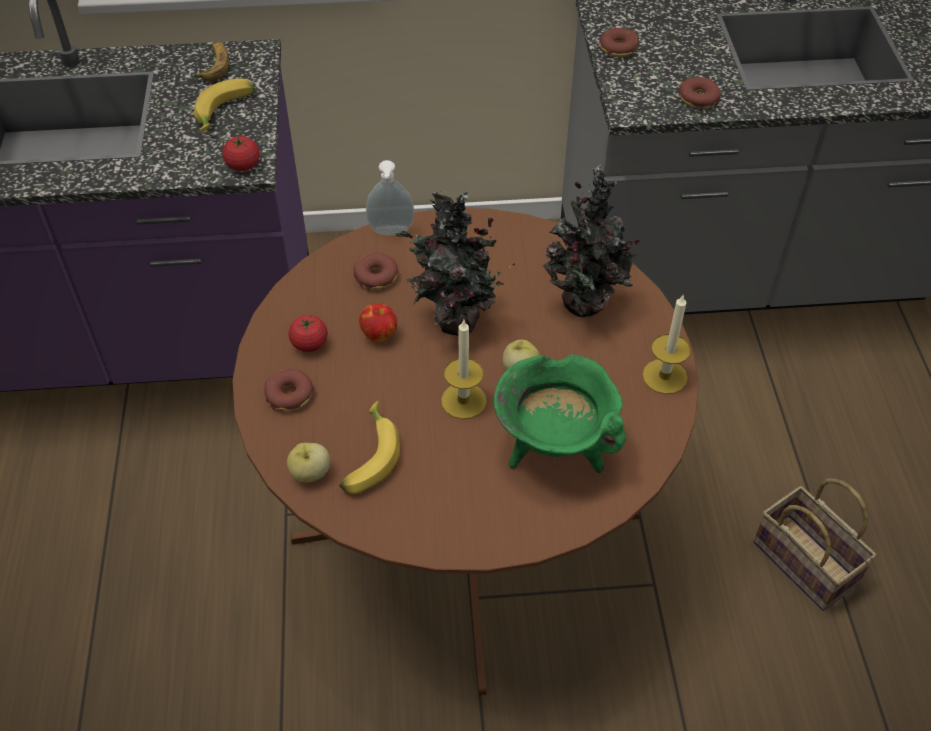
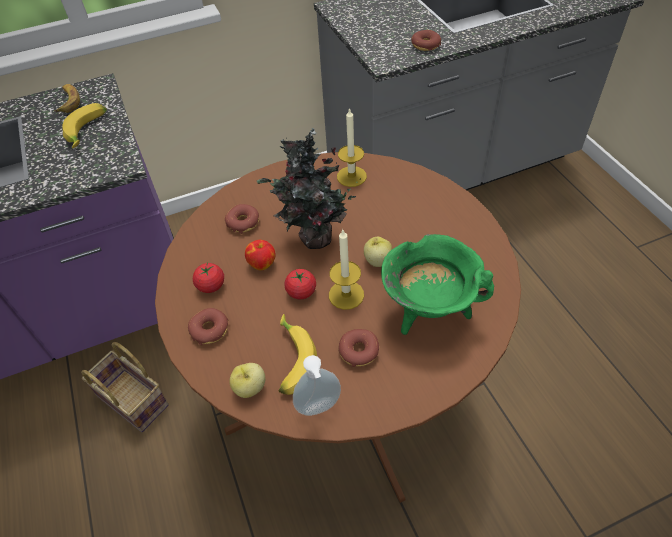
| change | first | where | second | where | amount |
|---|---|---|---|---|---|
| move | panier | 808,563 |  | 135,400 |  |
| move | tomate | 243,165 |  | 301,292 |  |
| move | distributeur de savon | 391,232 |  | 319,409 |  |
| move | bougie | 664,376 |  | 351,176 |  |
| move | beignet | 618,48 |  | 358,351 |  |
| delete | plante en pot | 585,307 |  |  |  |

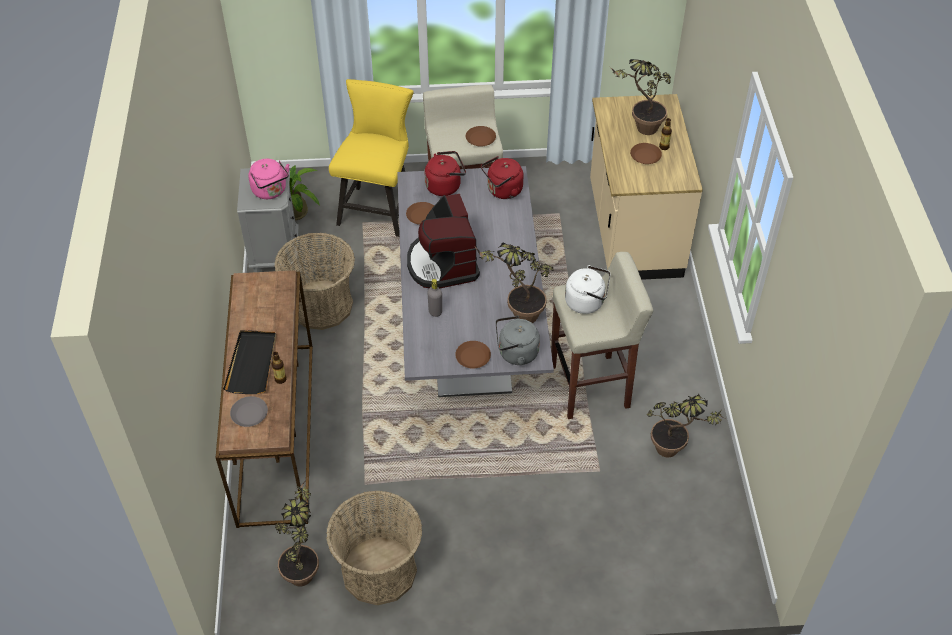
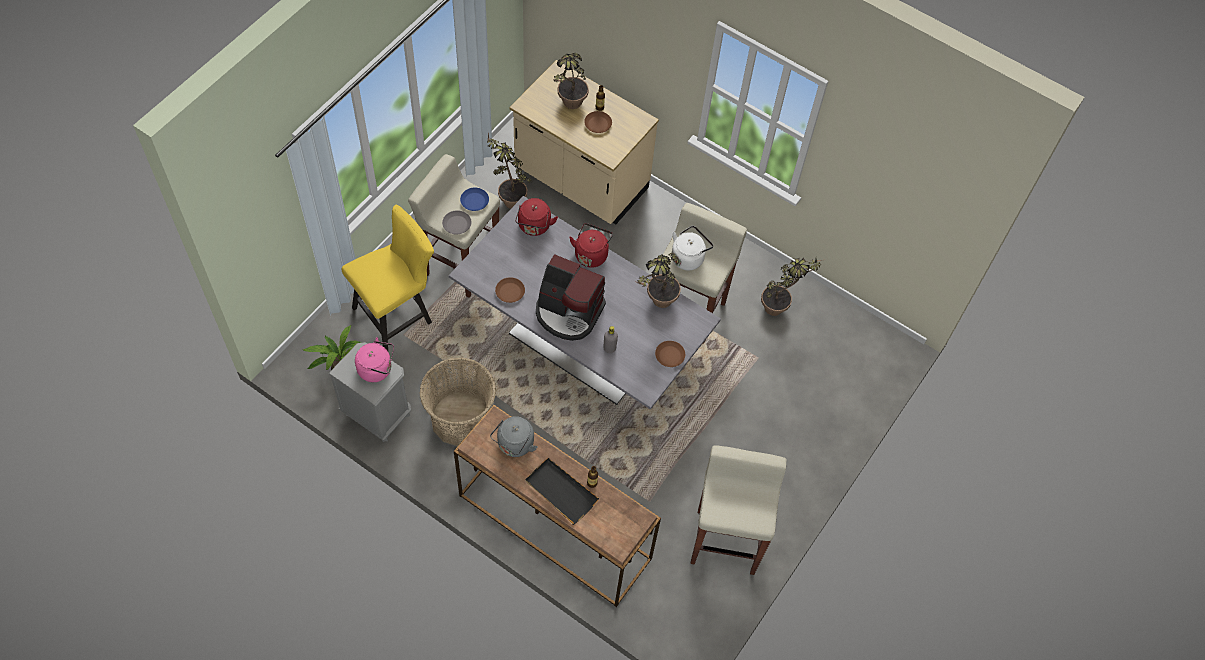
| change | first | where | second | where | amount |
|---|---|---|---|---|---|
| rotate | chaise/jaune | 378,207 |  | 397,313 | 90 degrees clockwise |
| move | assiette/gris | 250,414 |  | 457,224 |  |
| recolor | assiette/marron | 480,139 | assiette/bleu | 474,201 |  |
| move | plante en pot | 304,567 |  | 509,197 |  |
| move | bouilloire/gris | 515,353 |  | 514,445 |  |
| move | bouilloire/rouge | 445,185 |  | 591,254 |  |
| replace | panier | 379,570 | tabouret/beige | 726,540 |  |

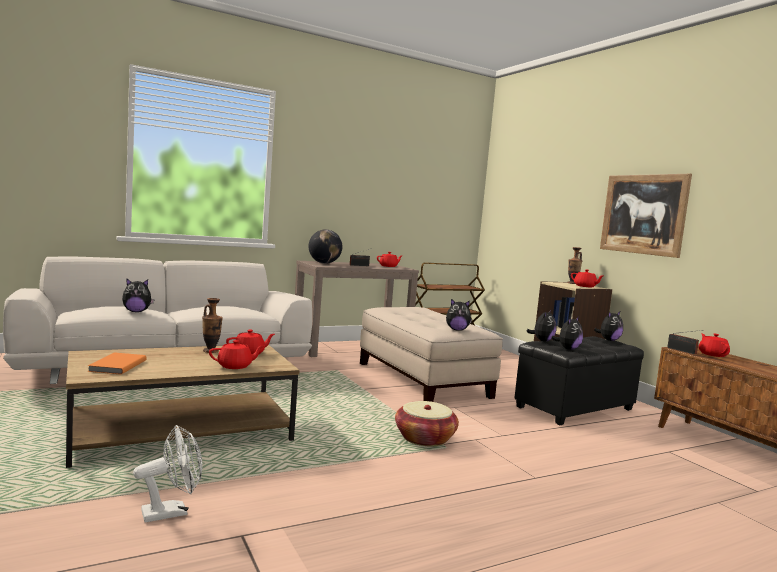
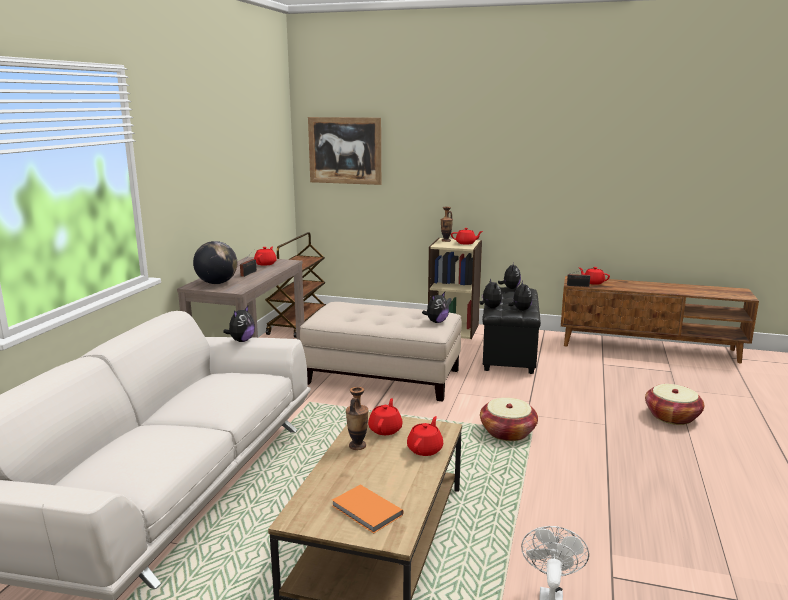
| change | first | where | second | where | amount |
|---|---|---|---|---|---|
| move | peluche | 136,312 |  | 241,340 |  |
| move | tableau | 643,214 |  | 345,150 |  |
| insert |  |  | panier | 672,416 |  |

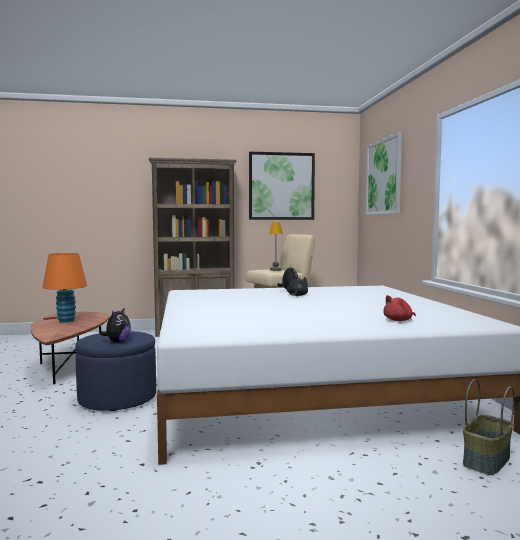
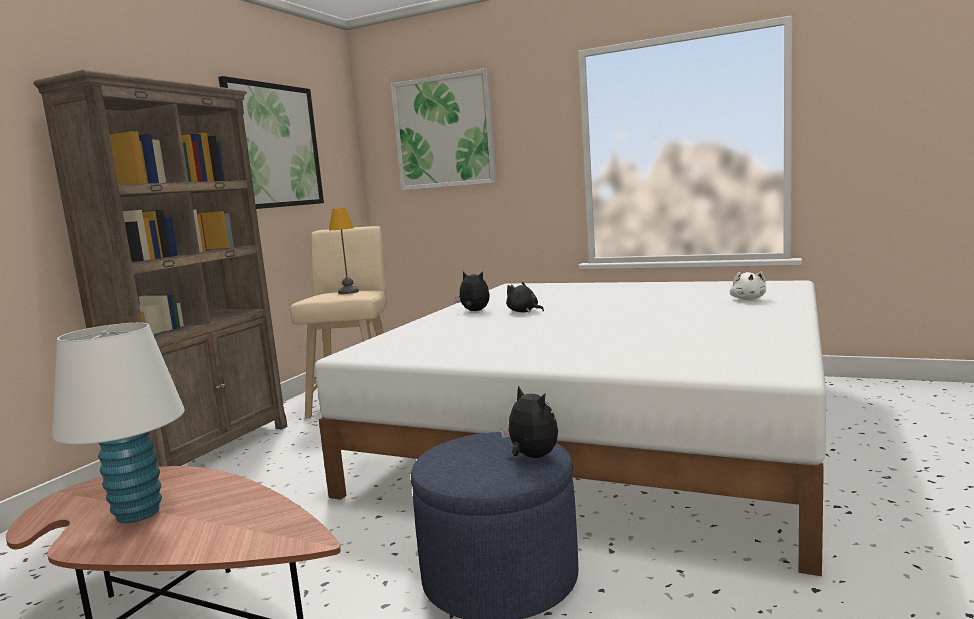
| change | first | where | second | where | amount |
|---|---|---|---|---|---|
| recolor | lampe de table/orange | 66,321 | lampe de table/blanc | 138,513 |  |
| recolor | peluche/rouge | 399,320 | peluche/blanc | 748,299 |  |
| delete | panier | 487,461 |  |  |  |

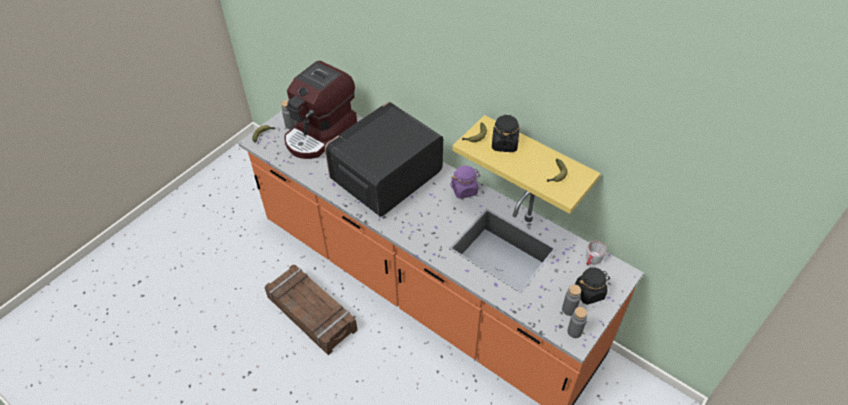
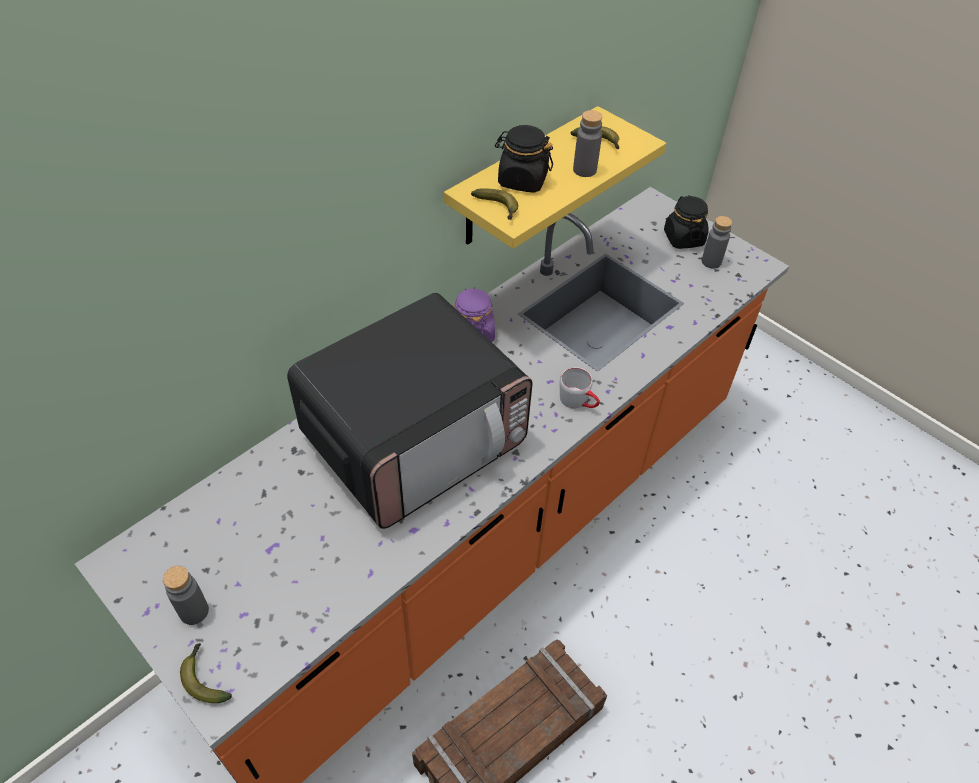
| change | first | where | second | where | amount |
|---|---|---|---|---|---|
| rotate | micro-ondes | 386,177 |  | 415,439 | 90 degrees counterclockwise |
| move | mug/gris | 592,261 |  | 579,402 |  |
| move | bouteille/gris | 574,331 |  | 584,170 |  |
| delete | machine à café | 321,134 |  |  |  |

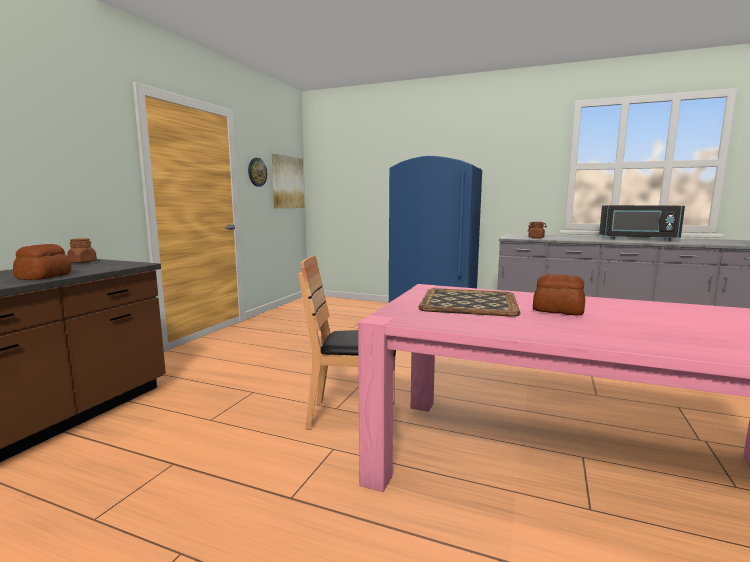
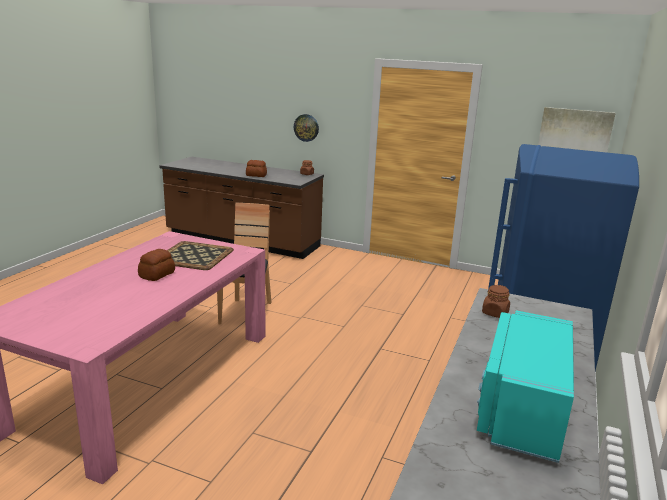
| change | first | where | second | where | amount |
|---|---|---|---|---|---|
| move | horloge murale | 257,172 |  | 306,127 |  |
| recolor | micro-ondes/noir | 638,239 | micro-ondes/turquoise | 520,409 |  |

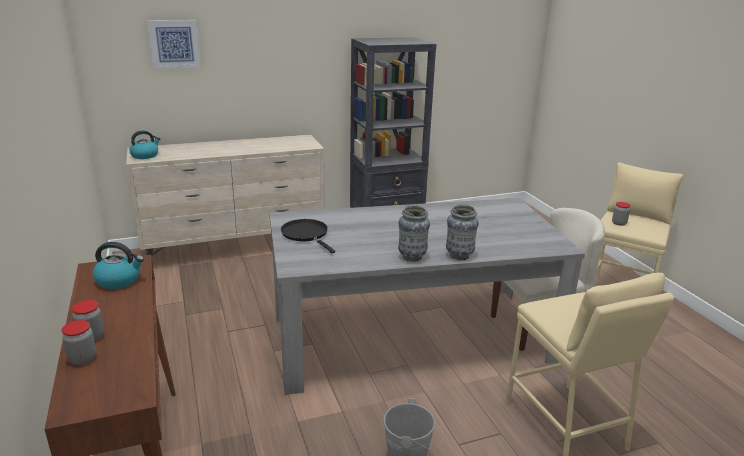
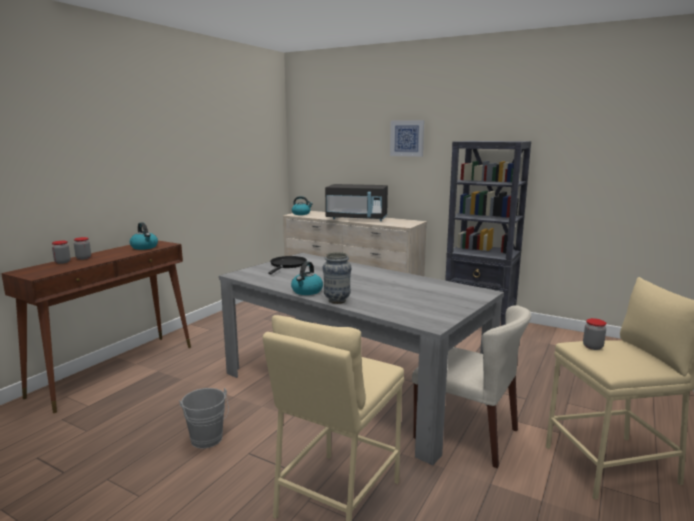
| change | first | where | second | where | amount |
|---|---|---|---|---|---|
| replace | vase | 412,257 | bouilloire | 307,291 |  |
| insert |  |  | micro-ondes/noir | 357,219 |  |
| move | tableau | 174,44 |  | 407,138 |  |

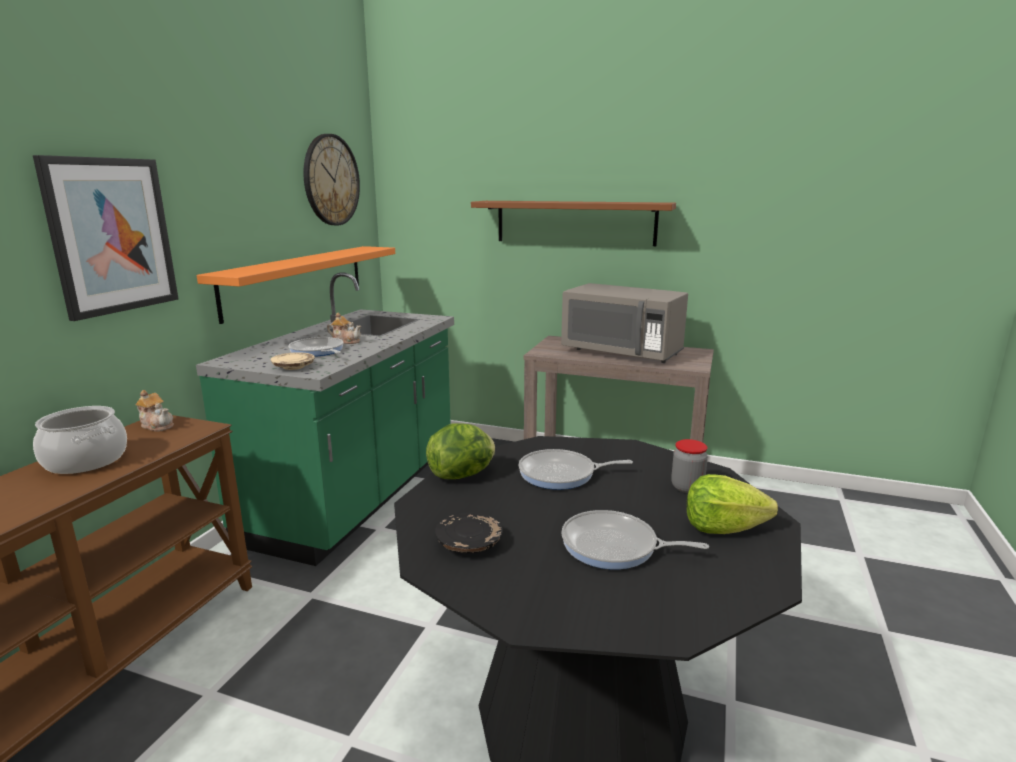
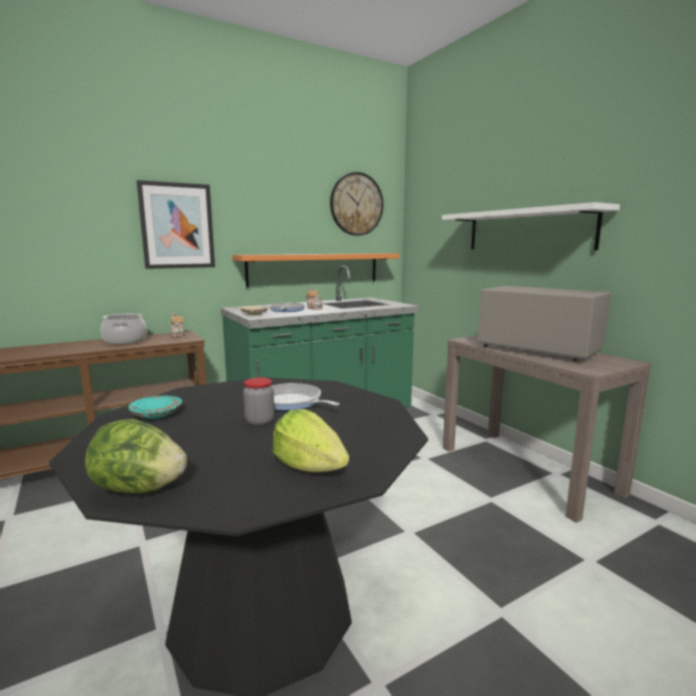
| change | first | where | second | where | amount |
|---|---|---|---|---|---|
| move | laitue | 462,475 |  | 139,489 |  |
| recolor | assiette/noir | 469,543 | assiette/turquoise | 157,414 |  |
| move | bocal | 687,487 |  | 259,421 |  |
| recolor | étagère/marron | 575,222 | étagère/blanc | 528,230 |  |
| rotate | micro-ondes/gris | 621,352 |  | 537,350 | 150 degrees clockwise |
| delete | poêle | 614,547 |  |  |  |

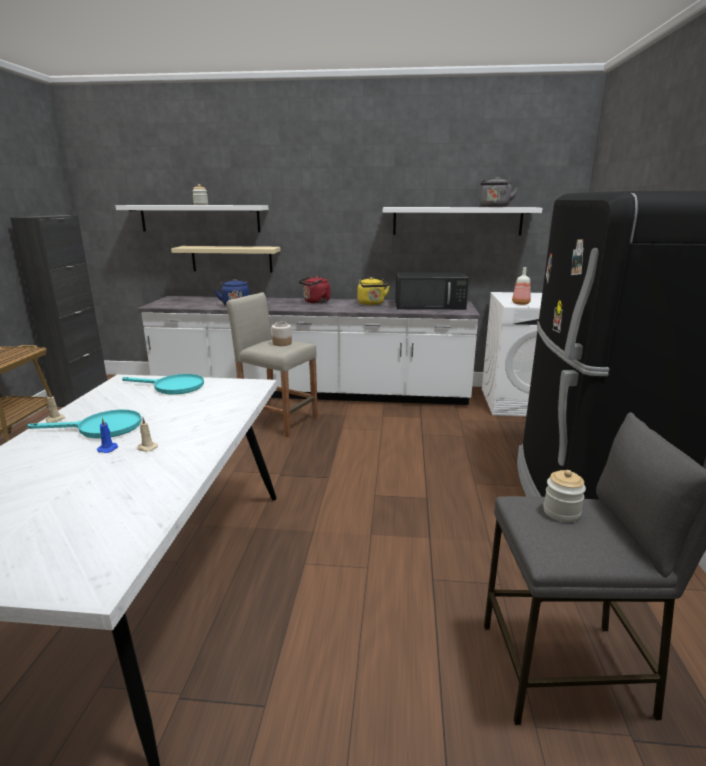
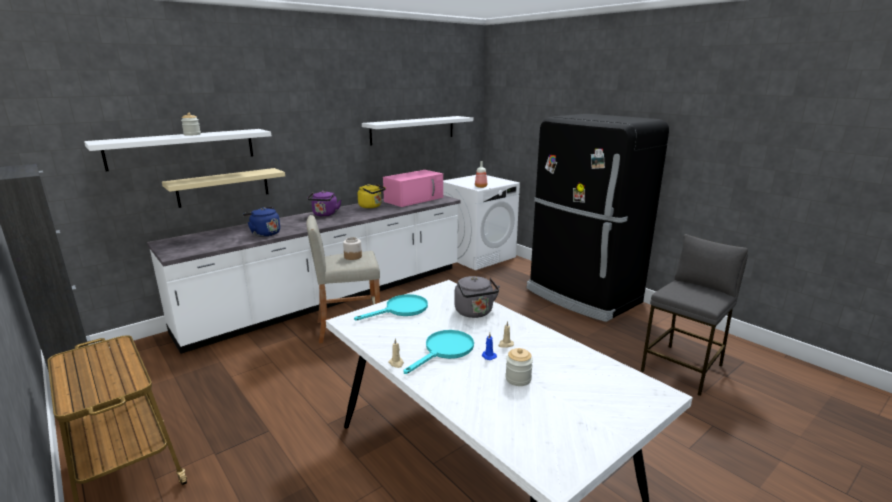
| change | first | where | second | where | amount |
|---|---|---|---|---|---|
| recolor | bouilloire/rouge | 315,302 | bouilloire/violet | 325,215 |  |
| recolor | micro-ondes/noir | 430,305 | micro-ondes/rose | 414,199 |  |
| move | bouilloire/gris | 495,207 |  | 475,313 |  |
| move | bocal | 561,512 |  | 518,379 |  |

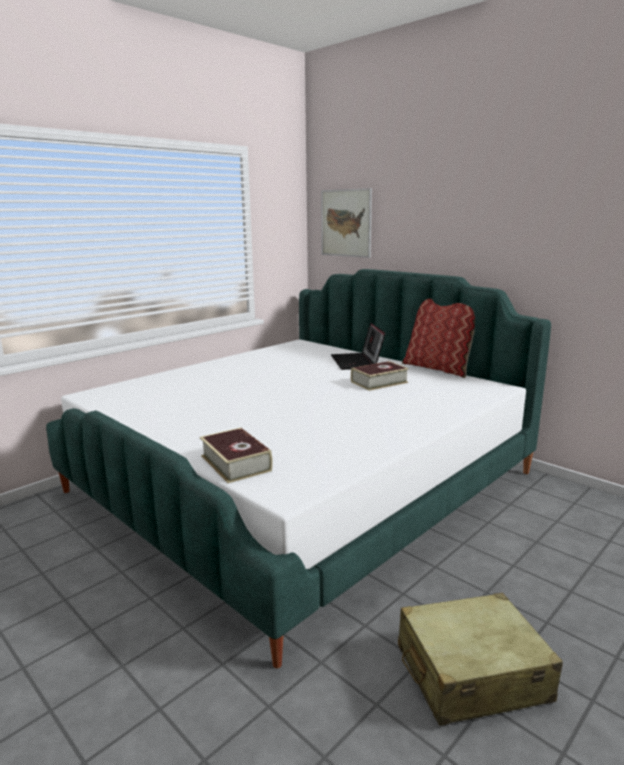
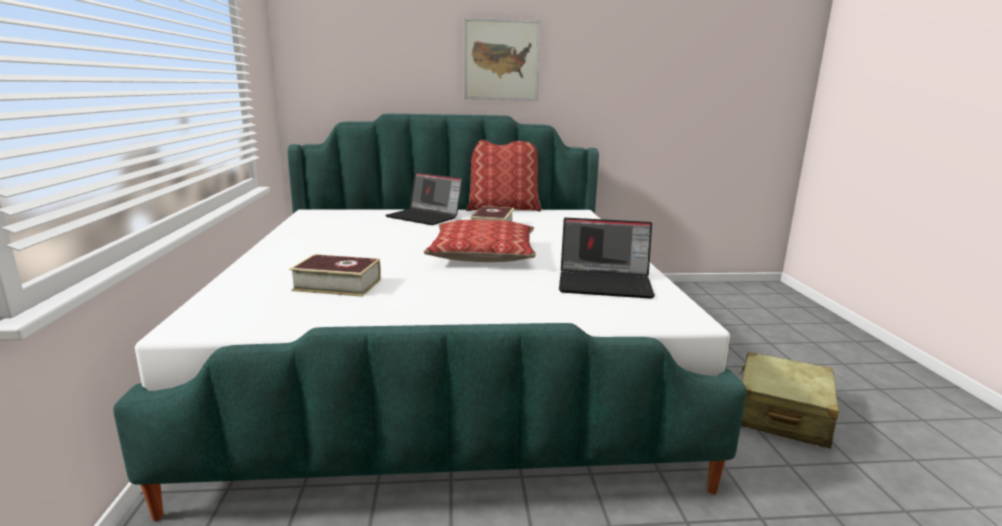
| change | first | where | second | where | amount |
|---|---|---|---|---|---|
| move | livre | 235,463 |  | 337,285 |  |
| insert |  |  | coussin | 483,254 |  |
| move | tableau | 346,223 |  | 501,60 |  |
| insert |  |  | ordinateur portable | 606,283 |  |

